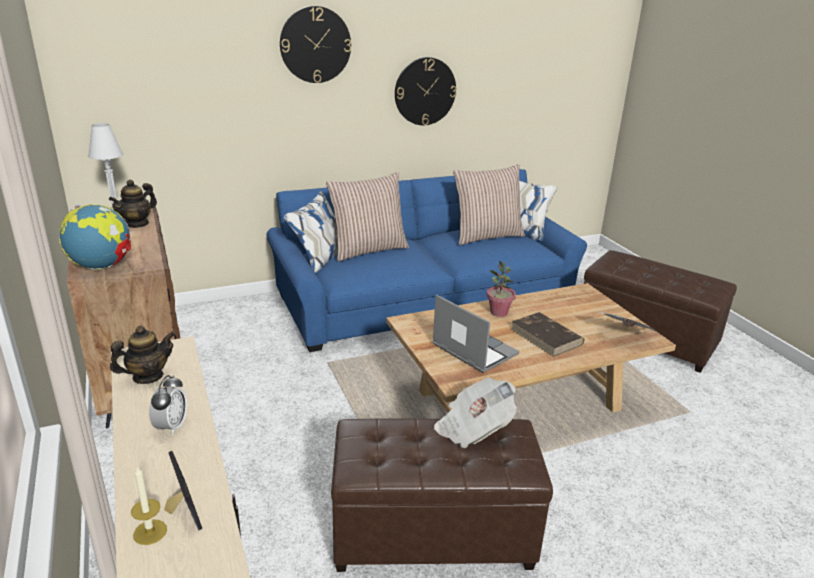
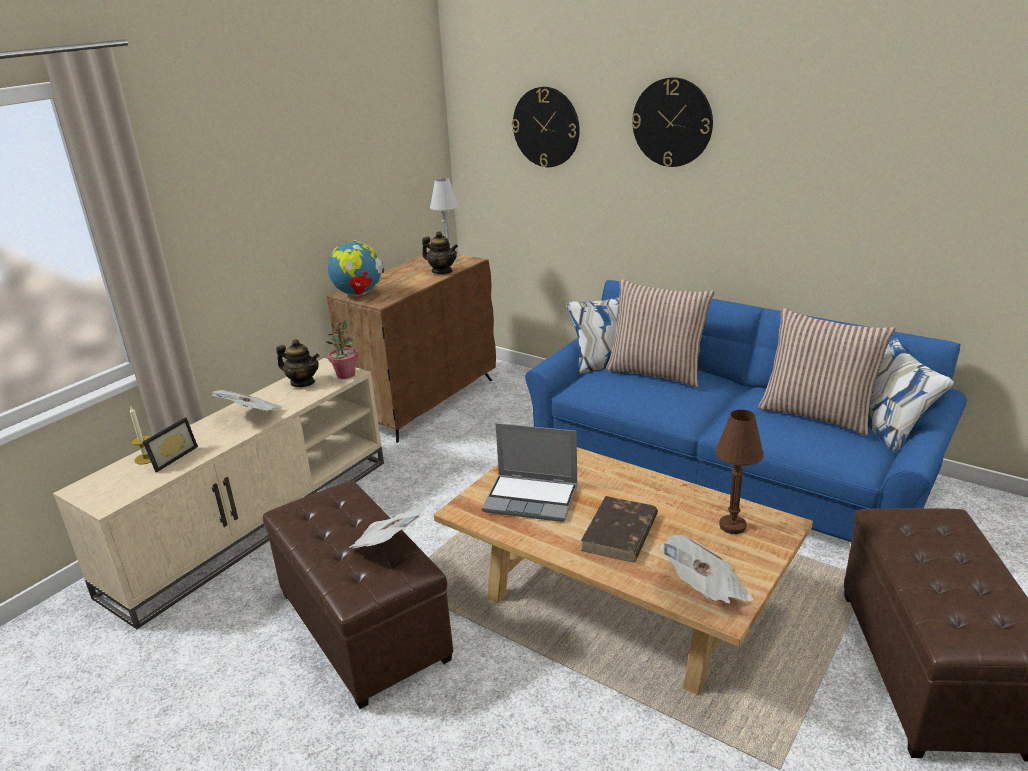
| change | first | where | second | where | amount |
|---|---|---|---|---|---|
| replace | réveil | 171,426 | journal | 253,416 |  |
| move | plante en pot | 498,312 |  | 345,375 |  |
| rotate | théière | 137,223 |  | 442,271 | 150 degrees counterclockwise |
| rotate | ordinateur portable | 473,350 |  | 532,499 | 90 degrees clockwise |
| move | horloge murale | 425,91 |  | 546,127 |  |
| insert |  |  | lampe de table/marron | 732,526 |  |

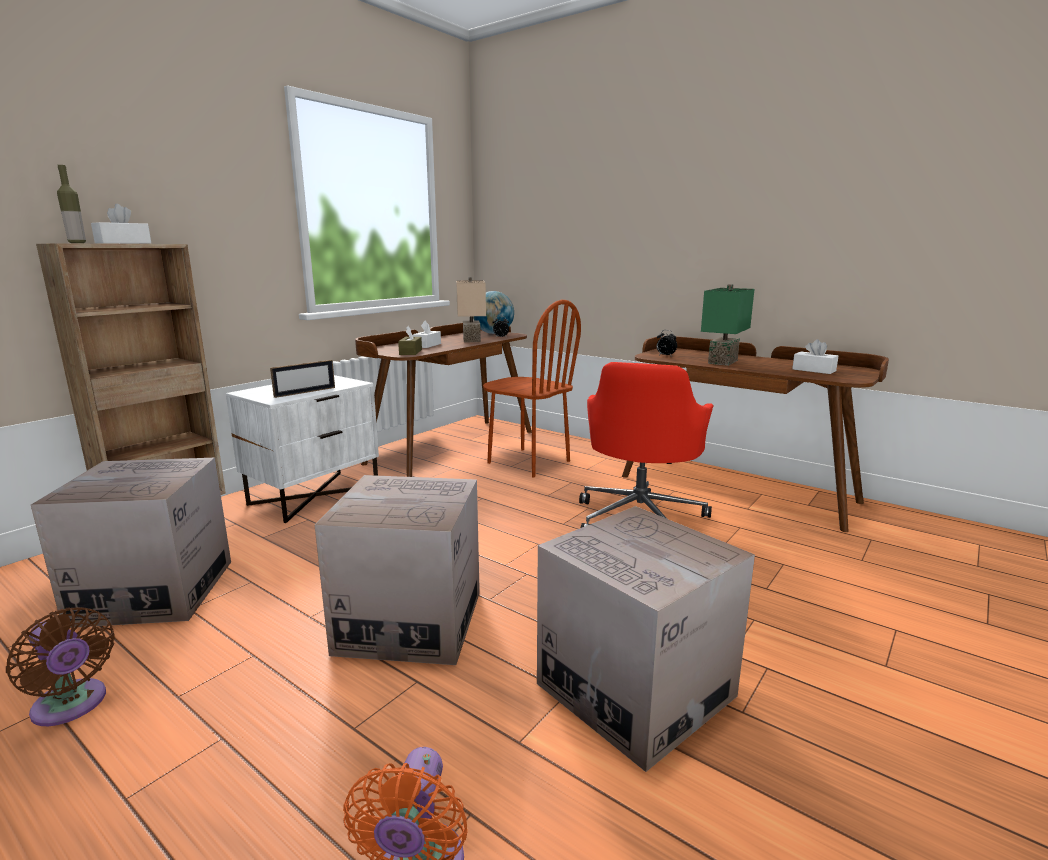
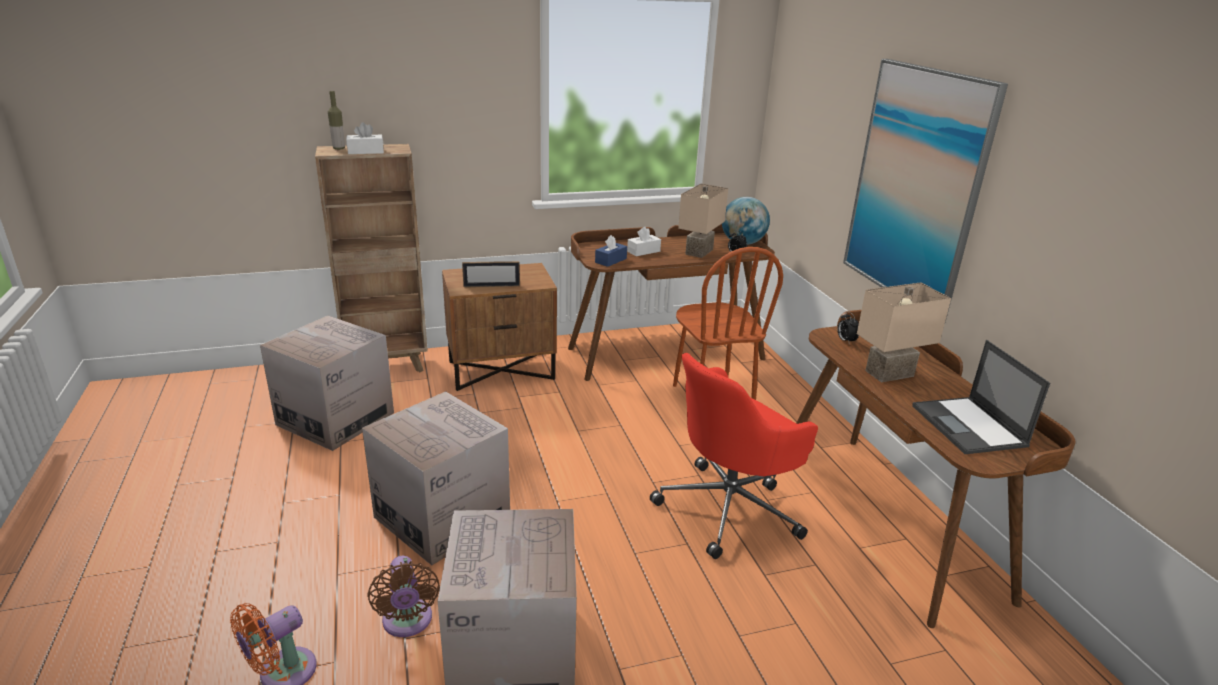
| change | first | where | second | where | amount |
|---|---|---|---|---|---|
| move | ventilateur/marron | 71,706 |  | 407,622 |  |
| recolor | table de chevet/blanc | 314,495 | table de chevet/marron | 501,369 |  |
| recolor | boîte à mouchoirs/marron | 410,352 | boîte à mouchoirs/bleu | 610,260 |  |
| insert |  |  | tableau | 915,187 |  |
| recolor | lampe de table/vert | 721,361 | lampe de table/beige | 888,372 |  |
| replace | boîte à mouchoirs/blanc | 814,370 | ordinateur portable | 969,426 |  |

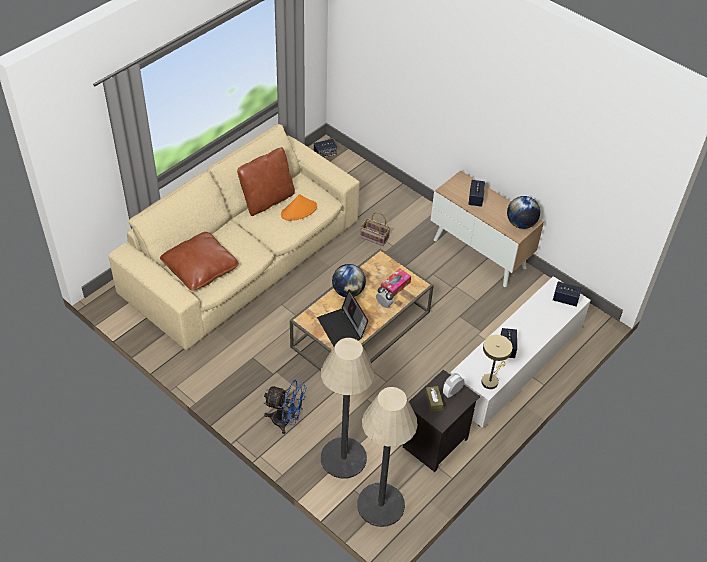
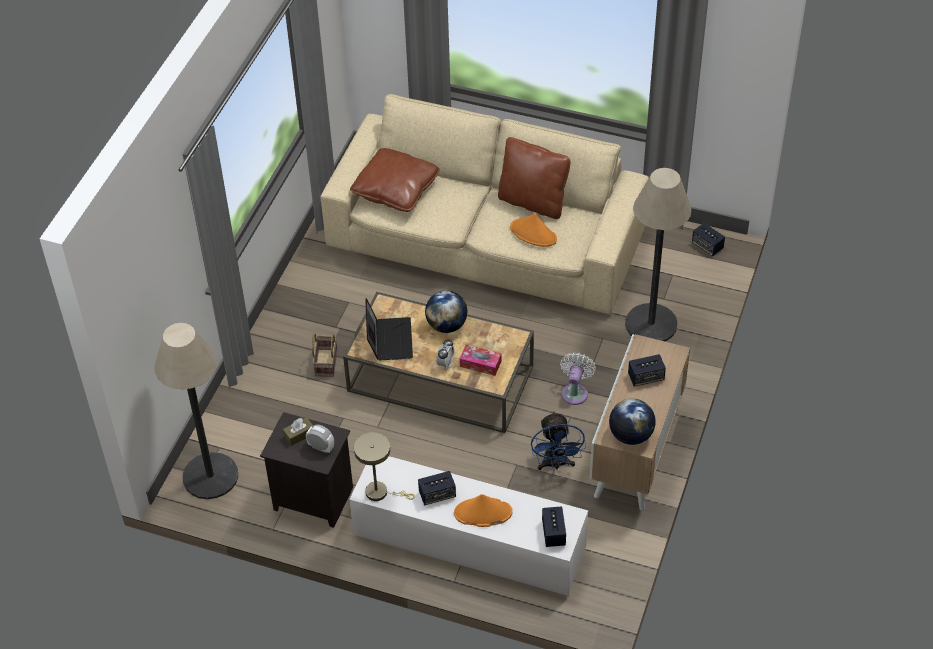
| change | first | where | second | where | amount |
|---|---|---|---|---|---|
| move | panier | 373,237 |  | 325,362 |  |
| rotate | ordinateur portable | 342,328 |  | 389,339 | 135 degrees clockwise |
| insert |  |  | chapeau/orange | 482,513 |  |
| move | ventilateur/bleu | 286,421 |  | 555,464 |  |
| insert |  |  | ventilateur/blanc | 575,392 |  |
| move | lampadaire | 343,458 |  | 651,324 |  |

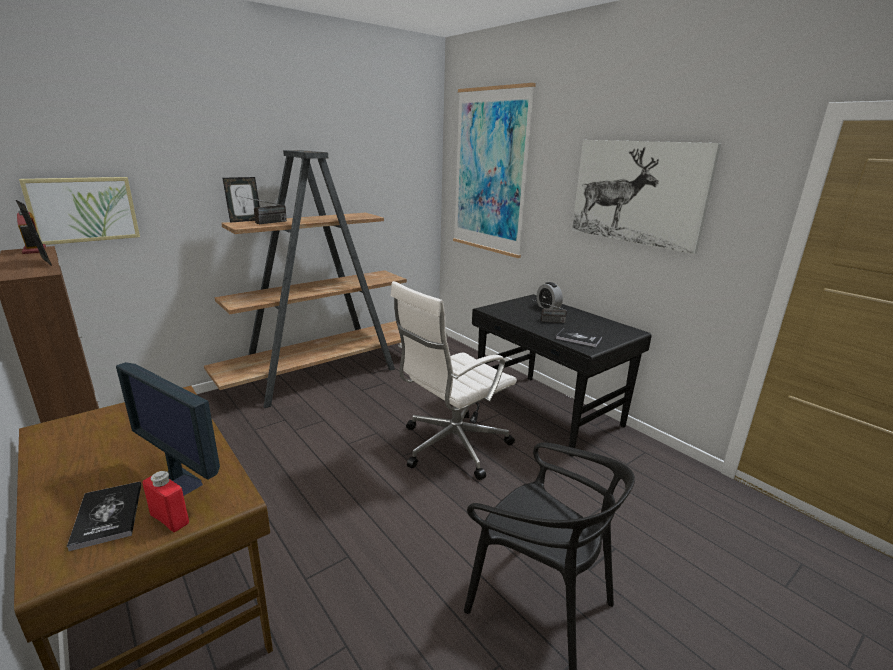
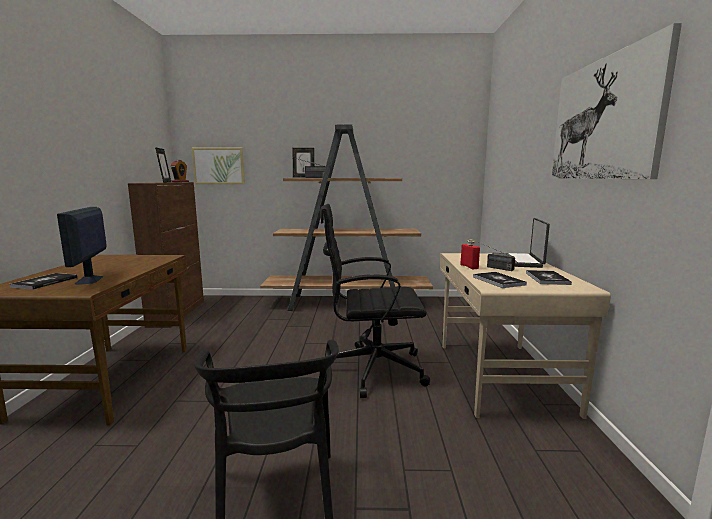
| change | first | where | second | where | amount |
|---|---|---|---|---|---|
| recolor | chaise de bureau/blanc | 451,446 | chaise de bureau/noir | 372,369 |  |
| recolor | bureau/noir | 547,412 | bureau/beige | 500,376 |  |
| move | bouteille/rouge | 170,519 |  | 469,267 |  |
| replace | réveil | 548,308 | ordinateur portable | 518,261 |  |
| insert |  |  | livre | 547,278 |  |
| delete | tableau | 490,172 |  |  |  |

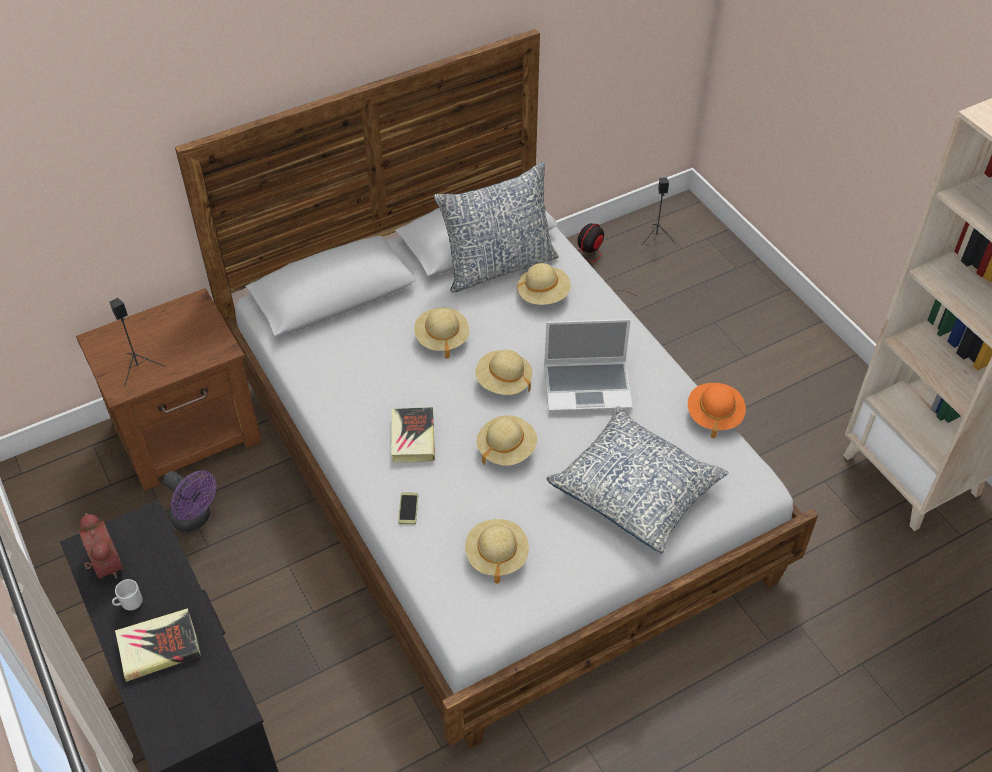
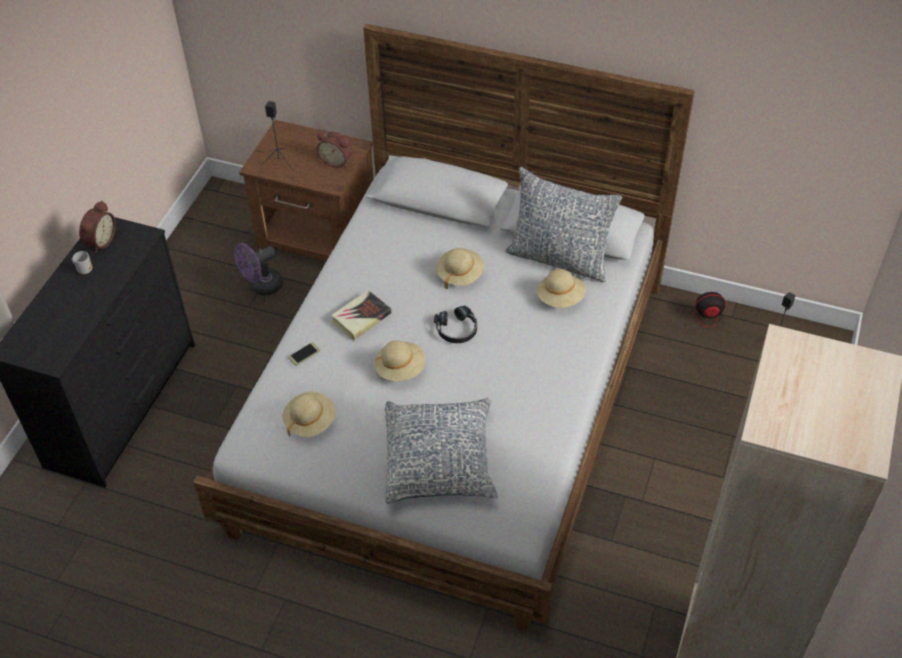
| change | first | where | second | where | amount |
|---|---|---|---|---|---|
| rotate | ventilateur/violet | 195,519 |  | 262,287 | 60 degrees clockwise |
| insert |  |  | réveil | 337,160 |  |
| replace | chapeau/beige | 503,382 | casque audio/noir | 457,330 |  |
| delete | livre | 158,647 |  |  |  |
| delete | ordinateur portable | 588,386 |  |  |  |
| delete | chapeau/orange | 714,415 |  |  |  |

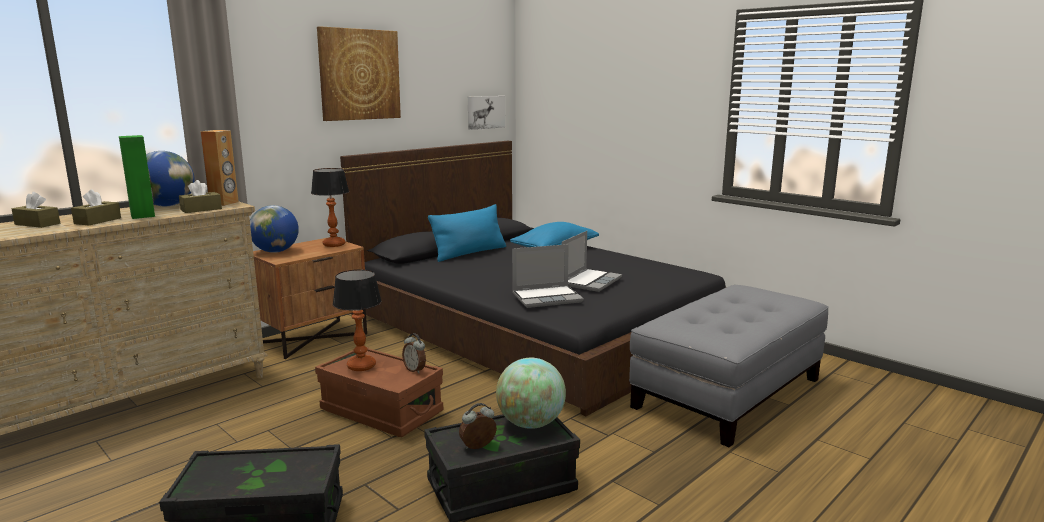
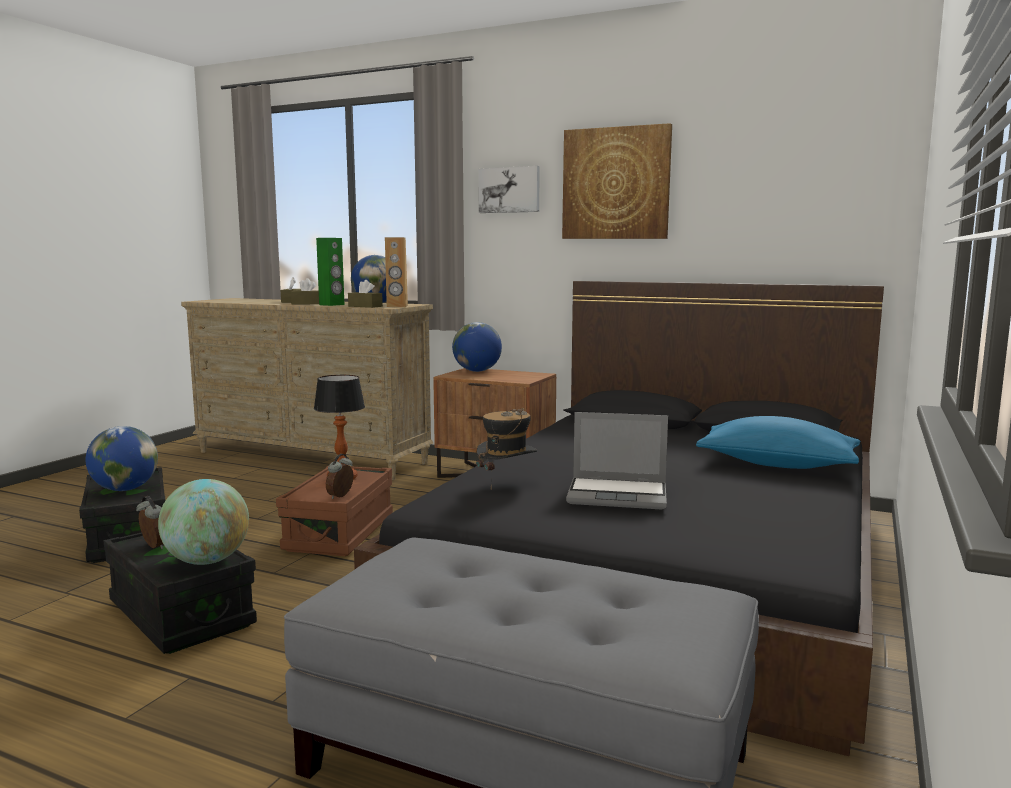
| change | first | where | second | where | amount |
|---|---|---|---|---|---|
| insert |  |  | globe | 125,489 |  |
| replace | ordinateur portable | 547,297 | chapeau | 506,482 |  |
| move | tableau | 485,112 |  | 509,190 |  |
| delete | lampe de table | 333,244 |  |  |  |
| delete | coussin/bleu | 469,253 |  |  |  |

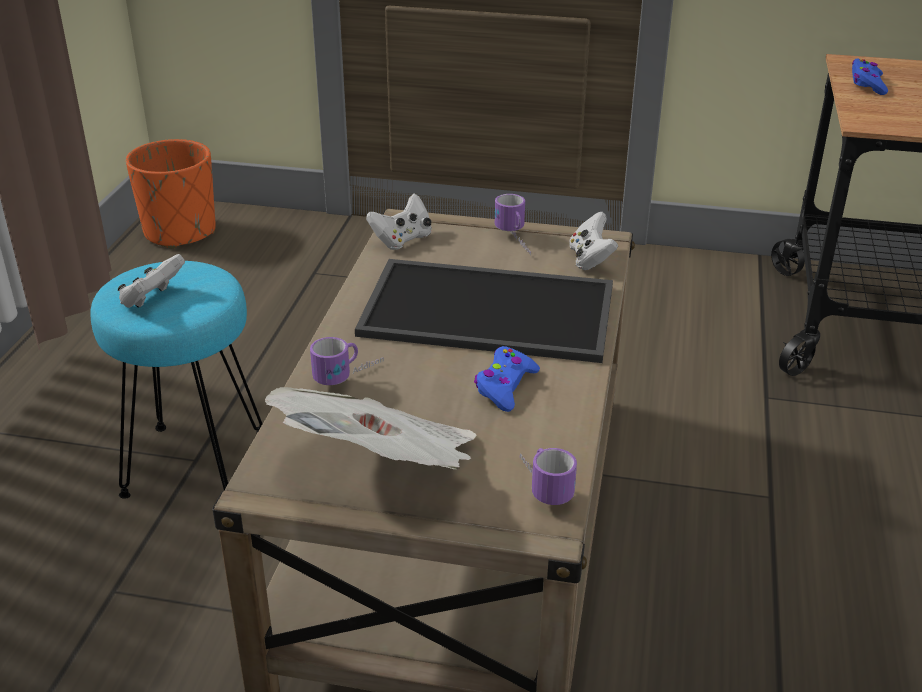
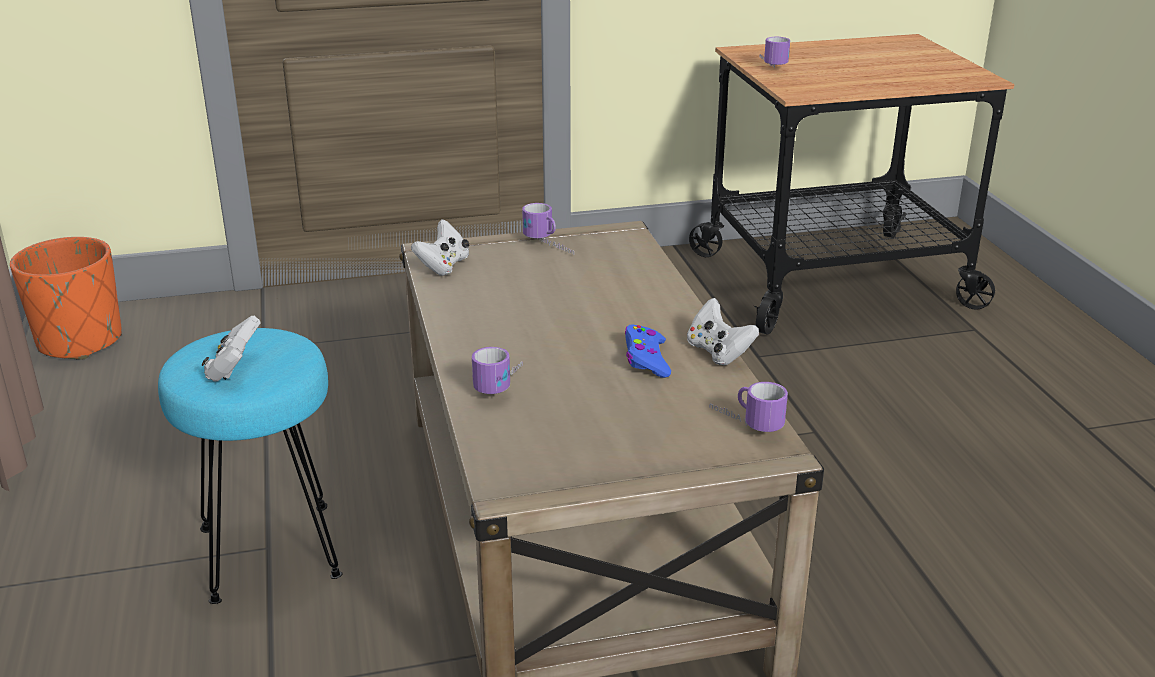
| change | first | where | second | where | amount |
|---|---|---|---|---|---|
| move | manette/blanc | 590,259 |  | 718,352 |  |
| replace | manette/bleu | 867,84 | mug | 770,65 |  |
| delete | journal | 383,469 |  |  |  |
| delete | plateau | 491,309 |  |  |  |

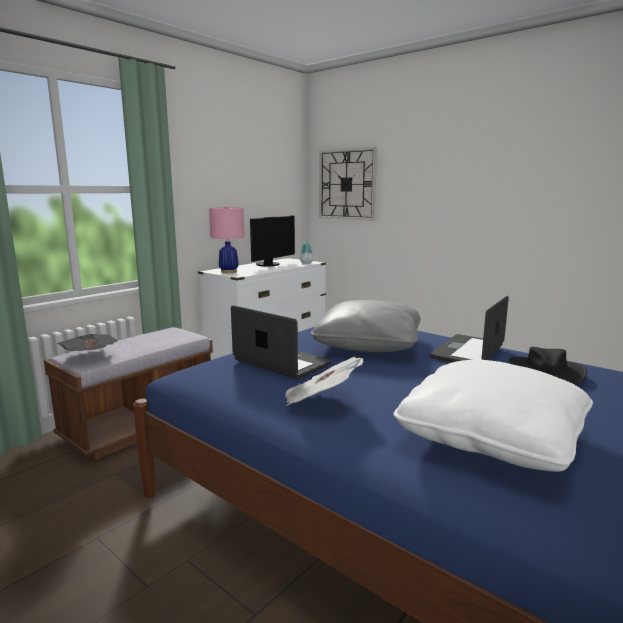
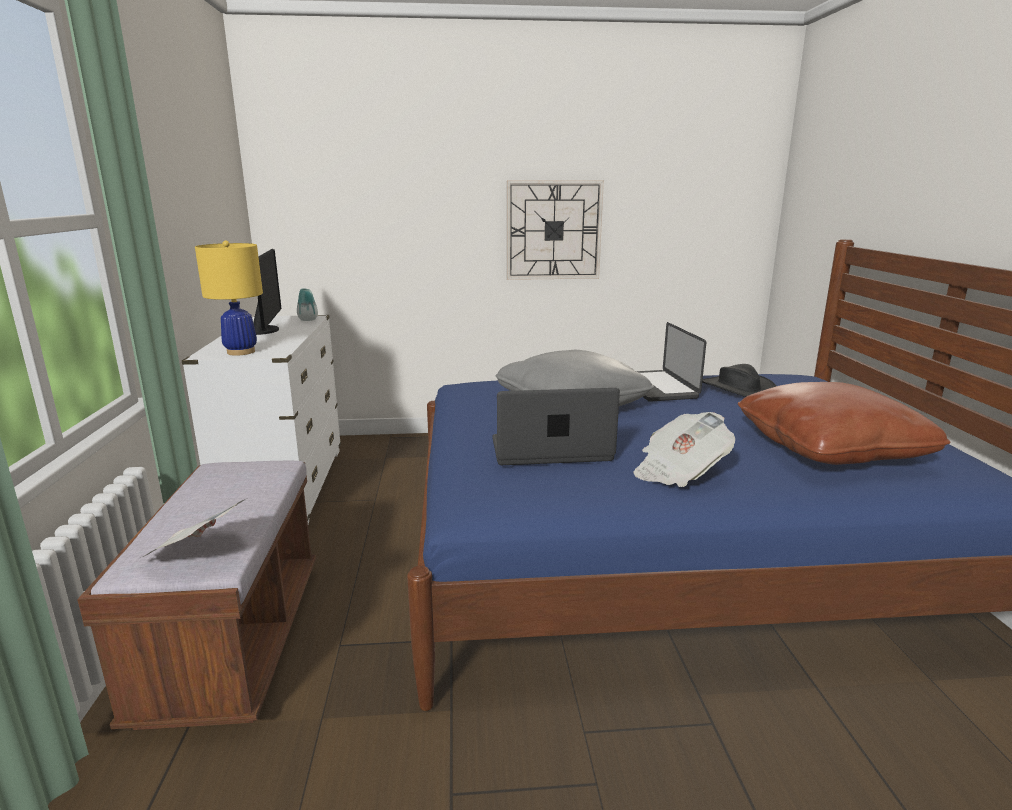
| change | first | where | second | where | amount |
|---|---|---|---|---|---|
| recolor | lampe de table/rose | 229,272 | lampe de table/jaune | 241,352 |  |
| move | horloge murale | 347,184 |  | 553,230 |  |
| recolor | coussin/blanc | 491,437 | coussin/marron | 830,449 |  |

